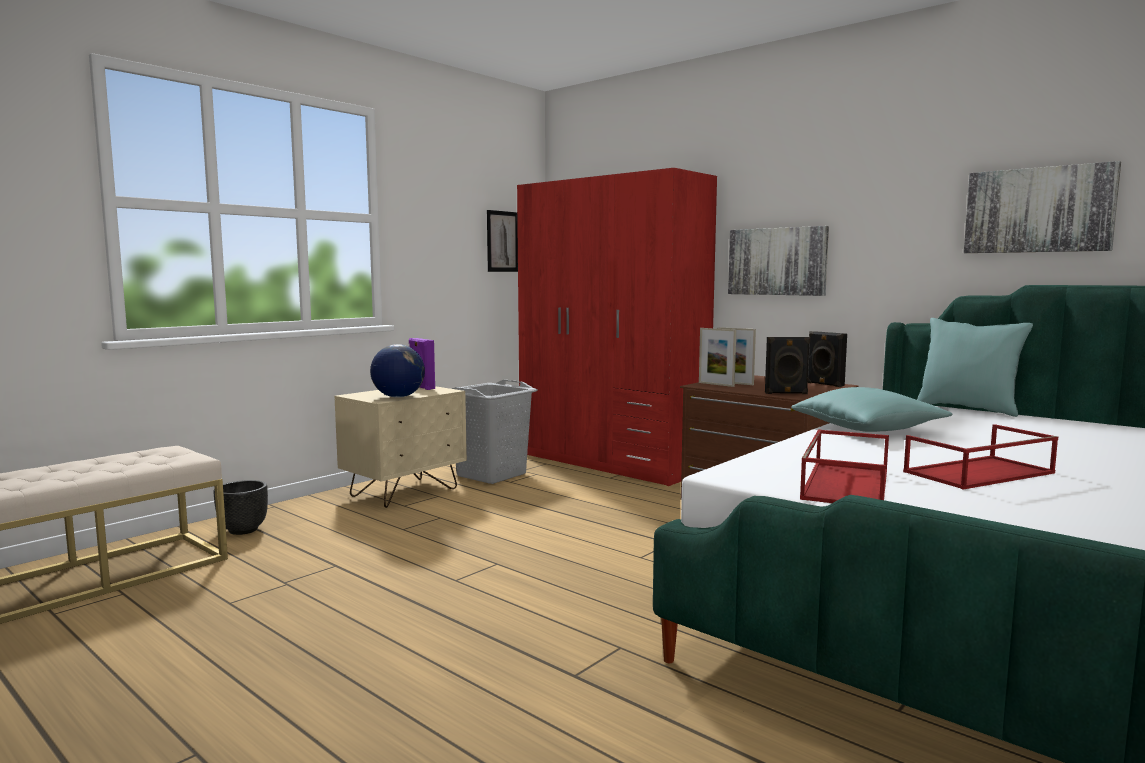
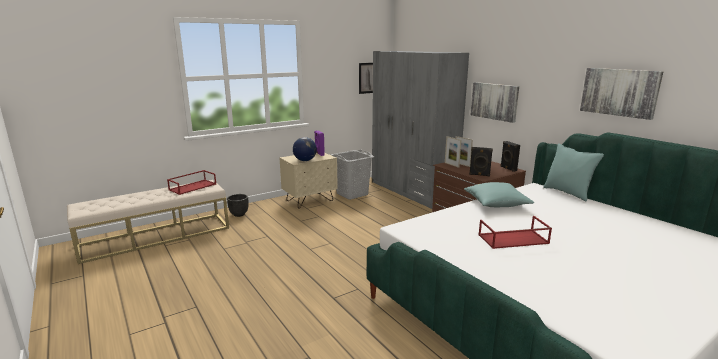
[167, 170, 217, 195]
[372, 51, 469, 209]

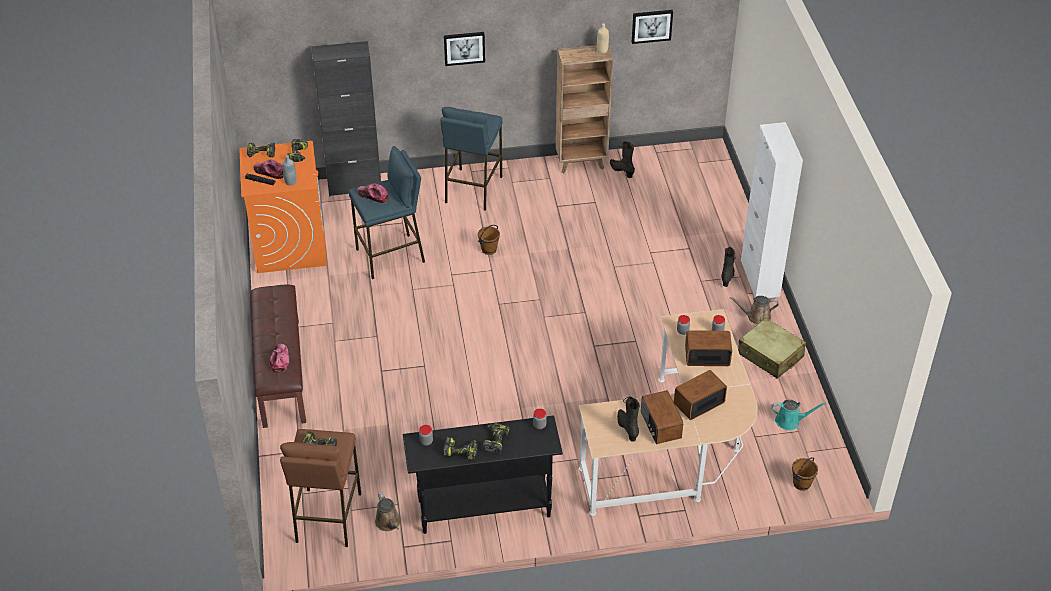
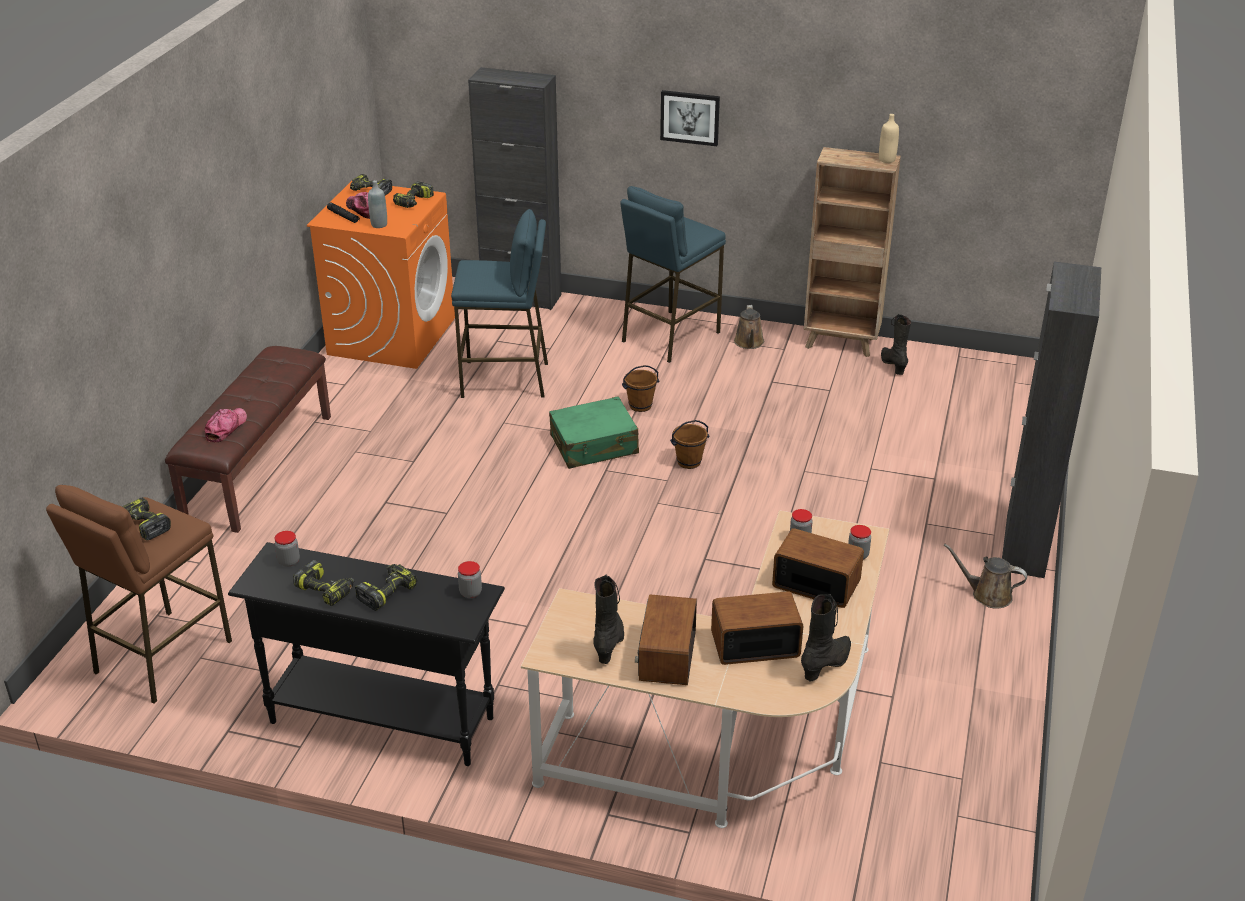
[358, 183, 389, 203] (first image)
[632, 10, 673, 44] (first image)
[738, 318, 806, 379] (first image)
[771, 400, 826, 431] (first image)
[549, 396, 639, 469]
[734, 305, 764, 349]
[801, 594, 851, 682]
[670, 420, 709, 469]
[1002, 262, 1101, 578]

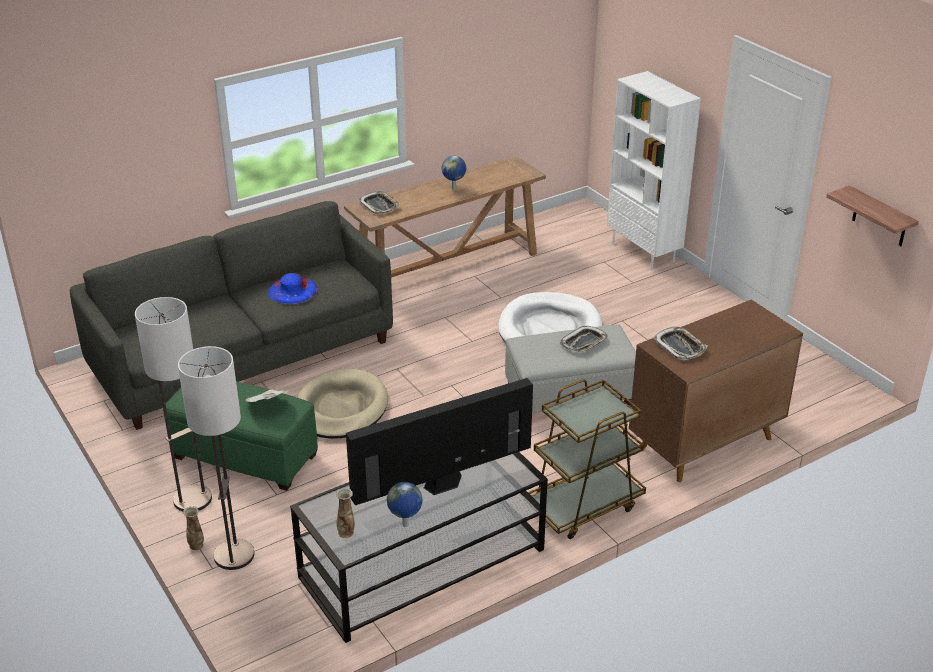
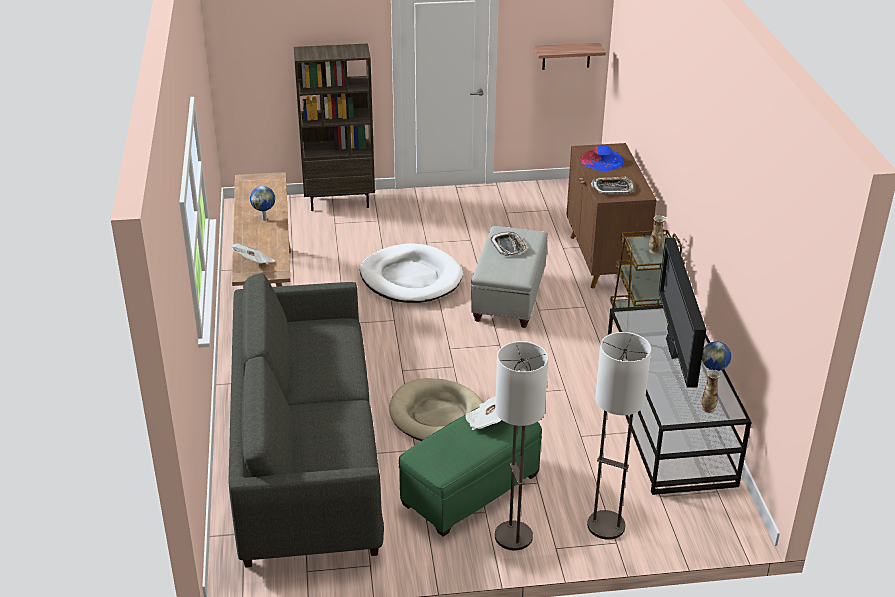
[649, 215, 666, 254]
[580, 145, 624, 171]
[231, 243, 275, 264]
[294, 43, 375, 211]

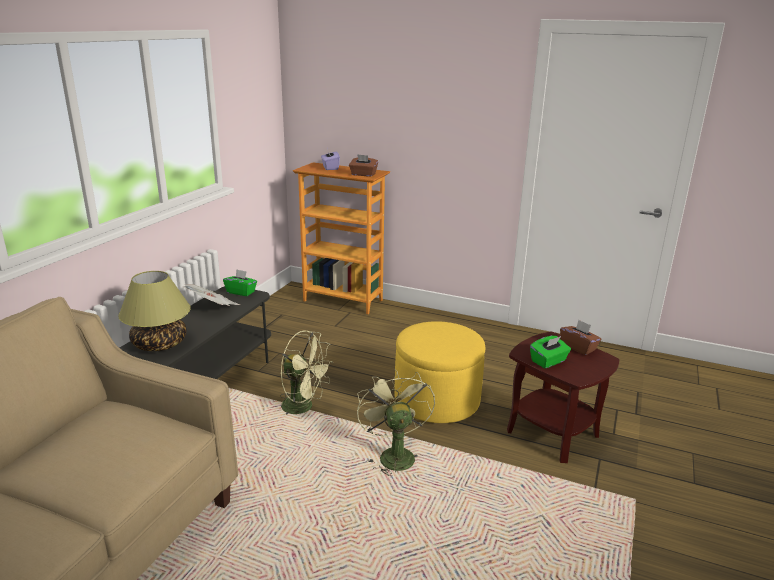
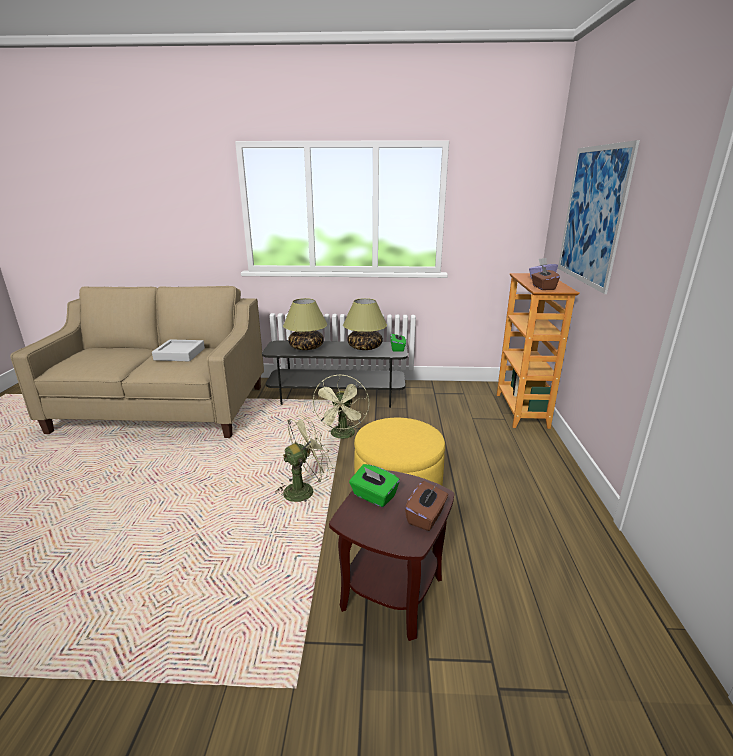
[152, 339, 205, 361]
[558, 140, 640, 294]
[343, 298, 387, 350]

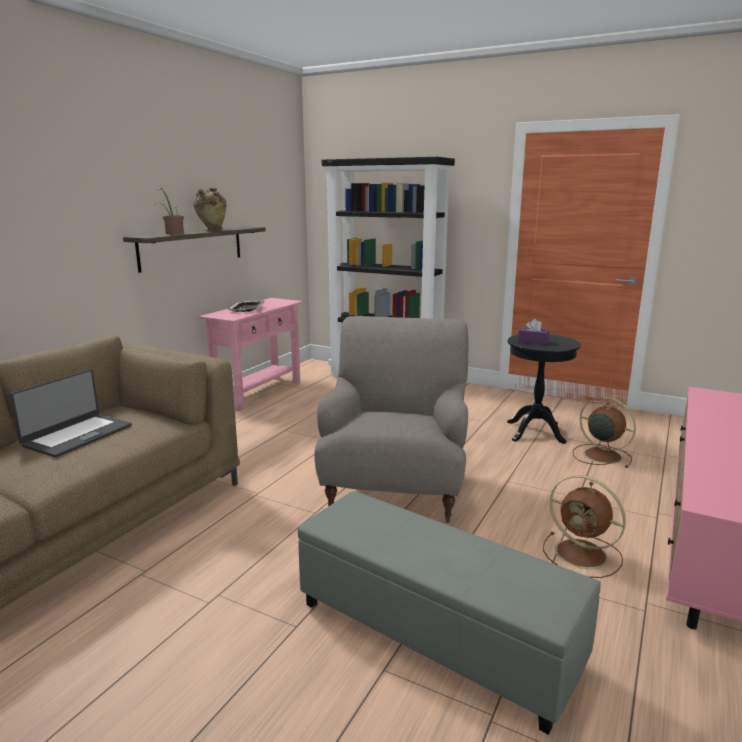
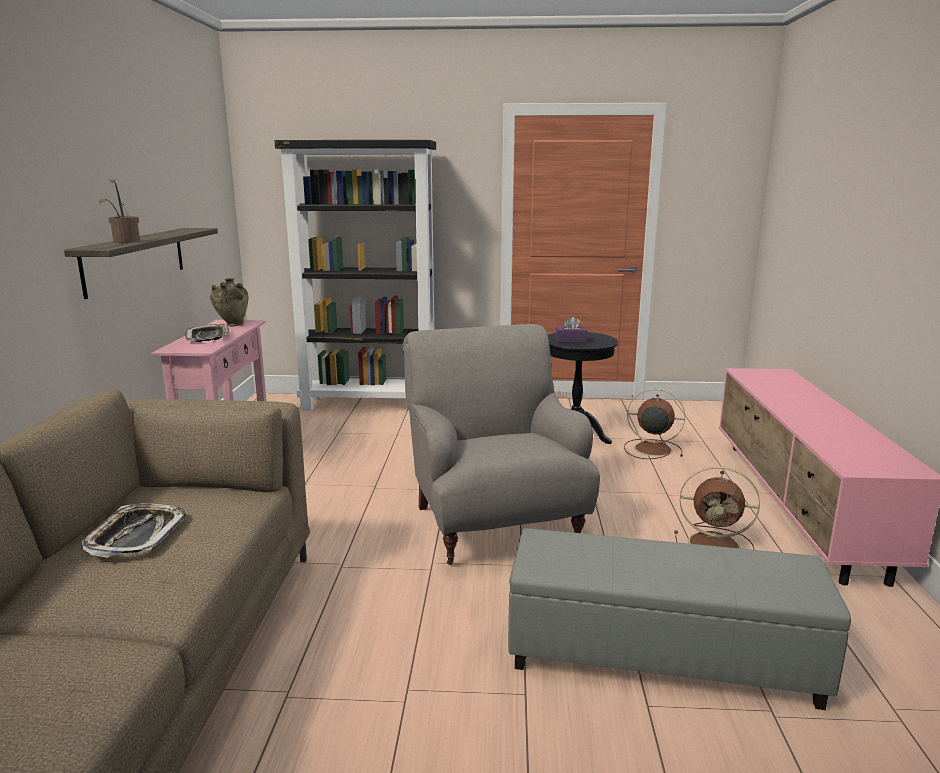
[210, 278, 248, 326]
[82, 503, 186, 558]

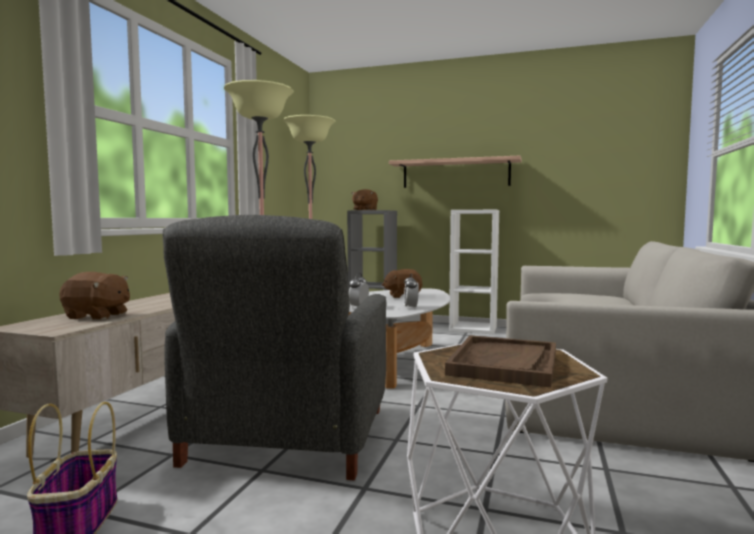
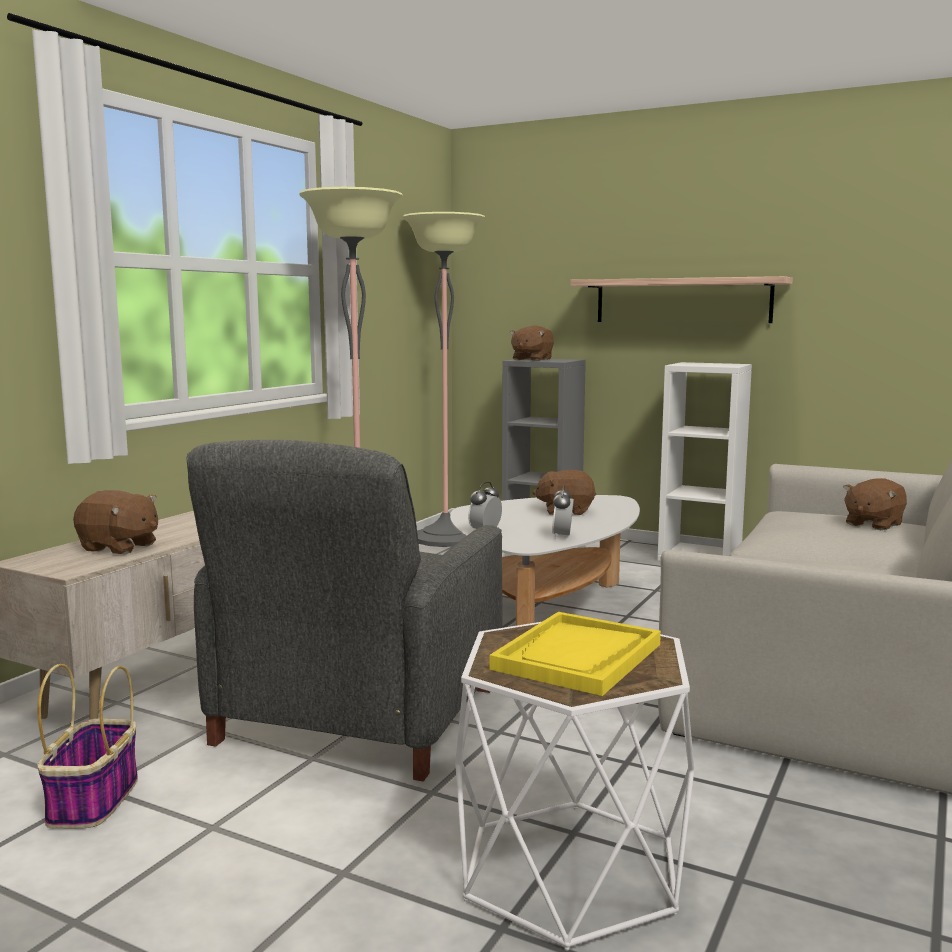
[843, 478, 907, 530]
[490, 612, 661, 696]

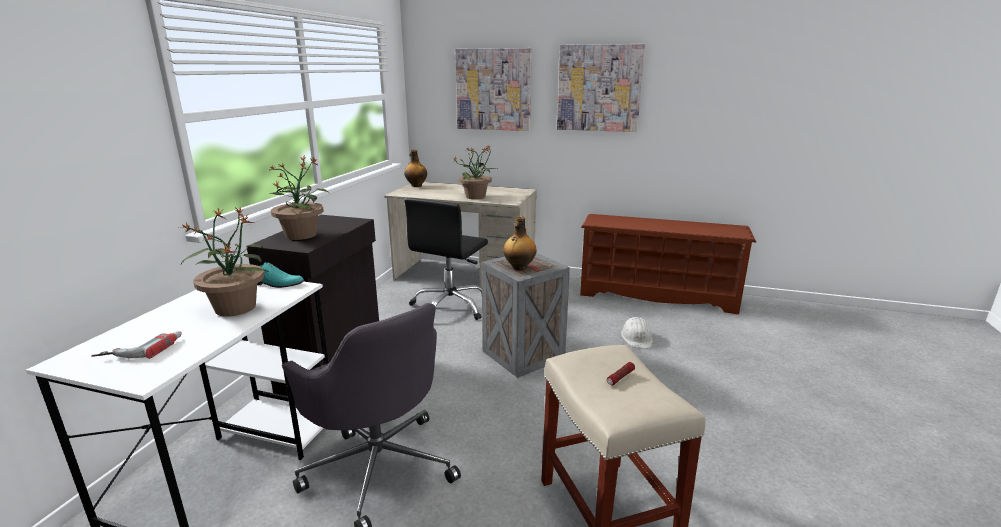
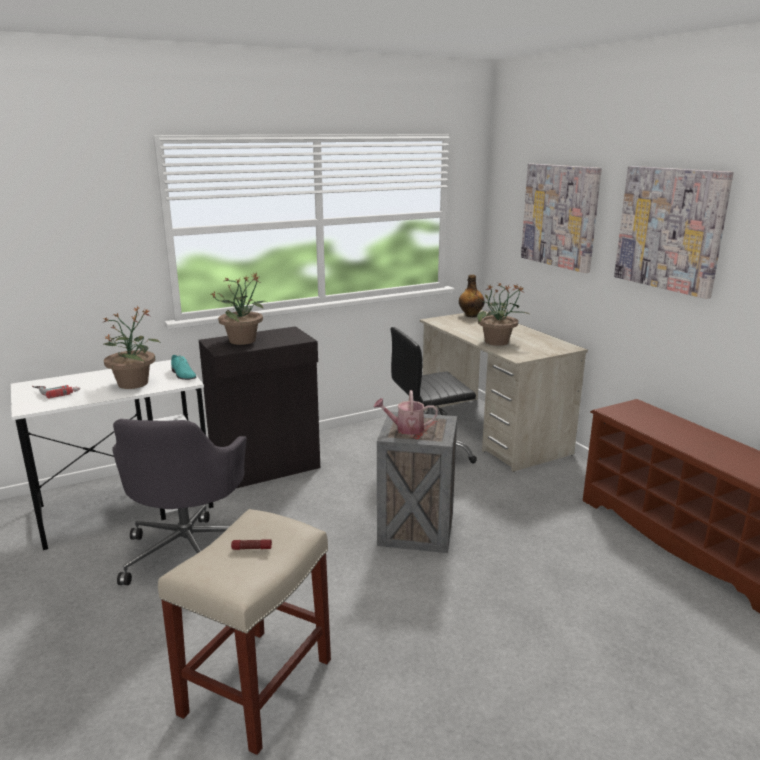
[621, 317, 653, 348] (first image)
[374, 390, 438, 435]

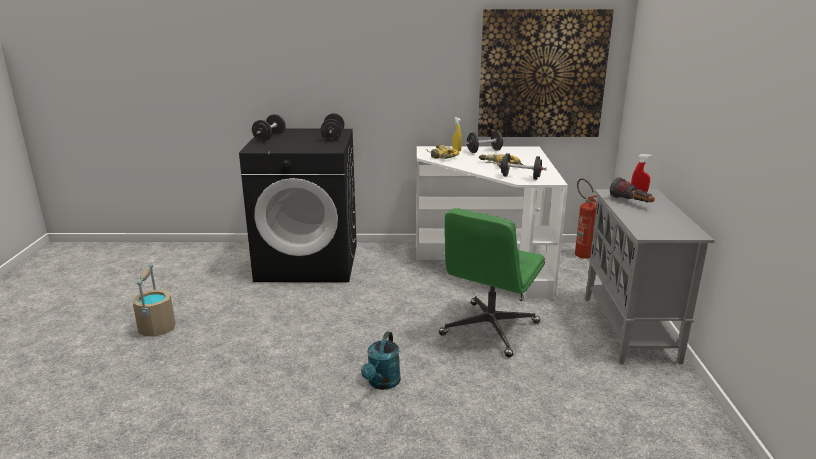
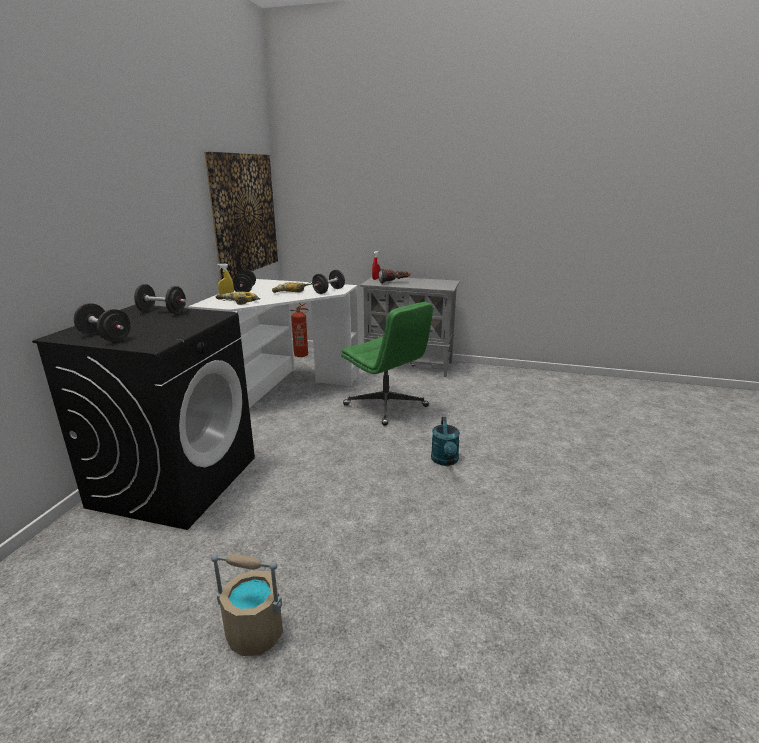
[431, 417, 460, 466]

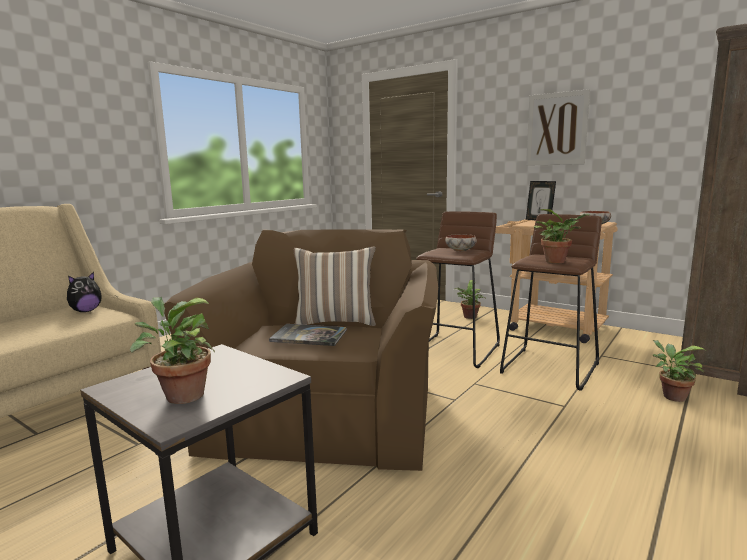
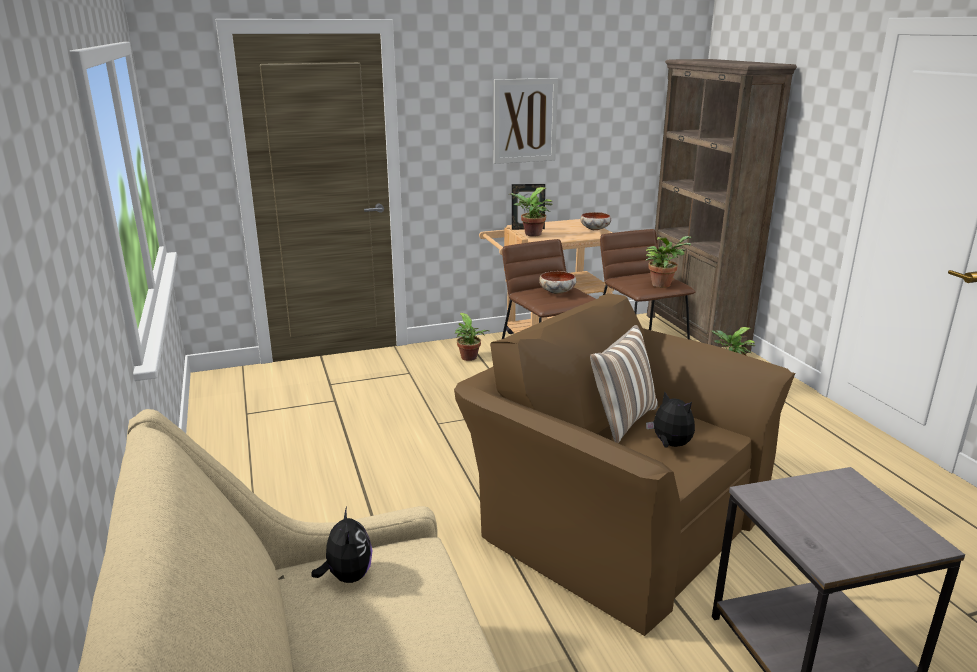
[508, 187, 553, 236]
[646, 392, 695, 448]

